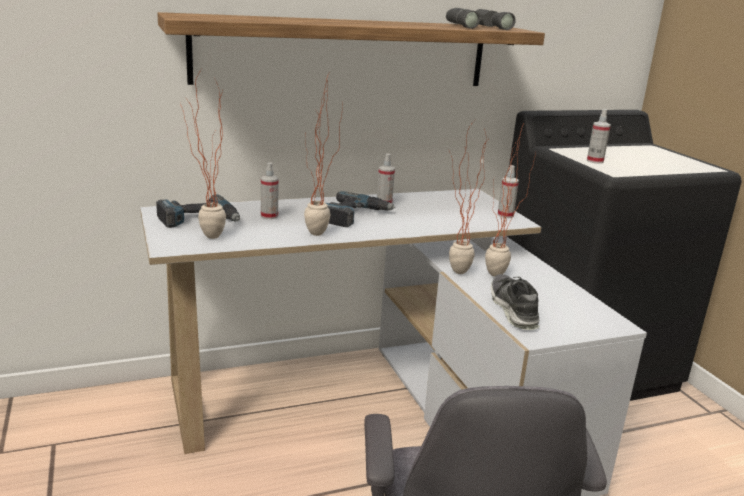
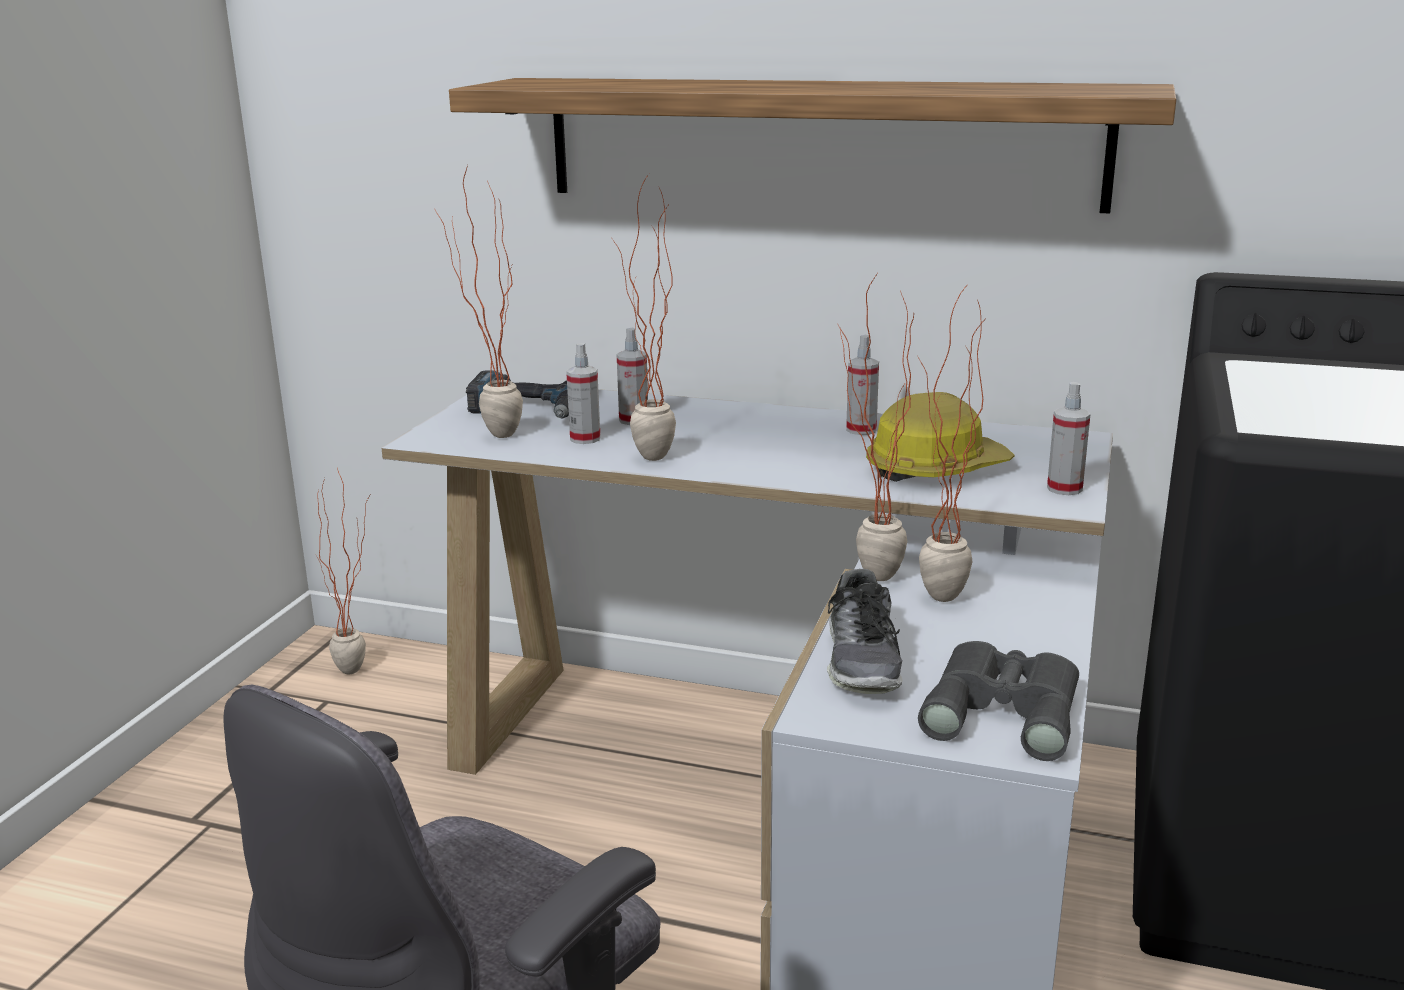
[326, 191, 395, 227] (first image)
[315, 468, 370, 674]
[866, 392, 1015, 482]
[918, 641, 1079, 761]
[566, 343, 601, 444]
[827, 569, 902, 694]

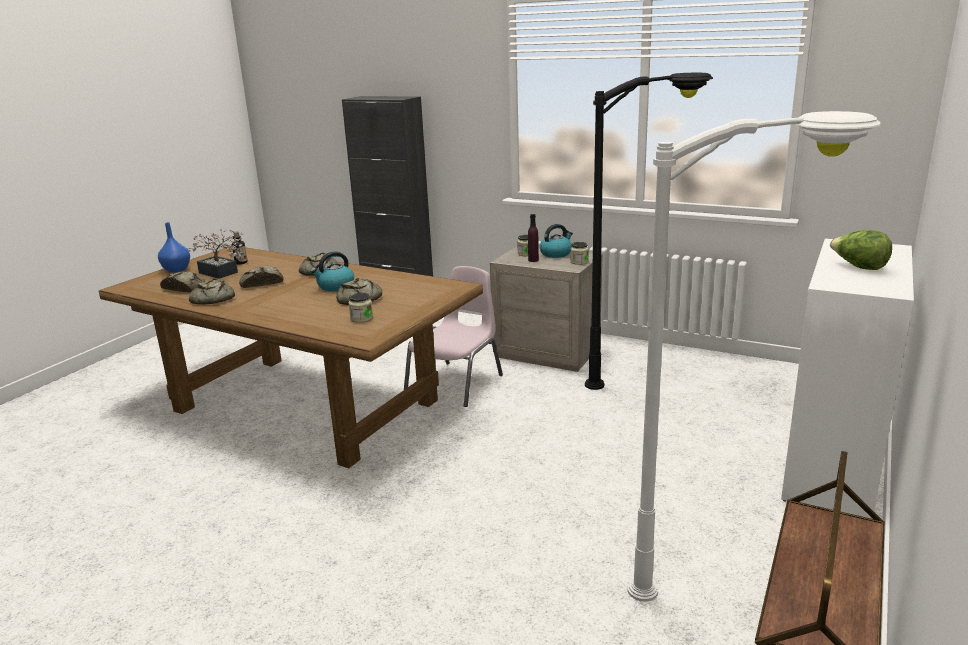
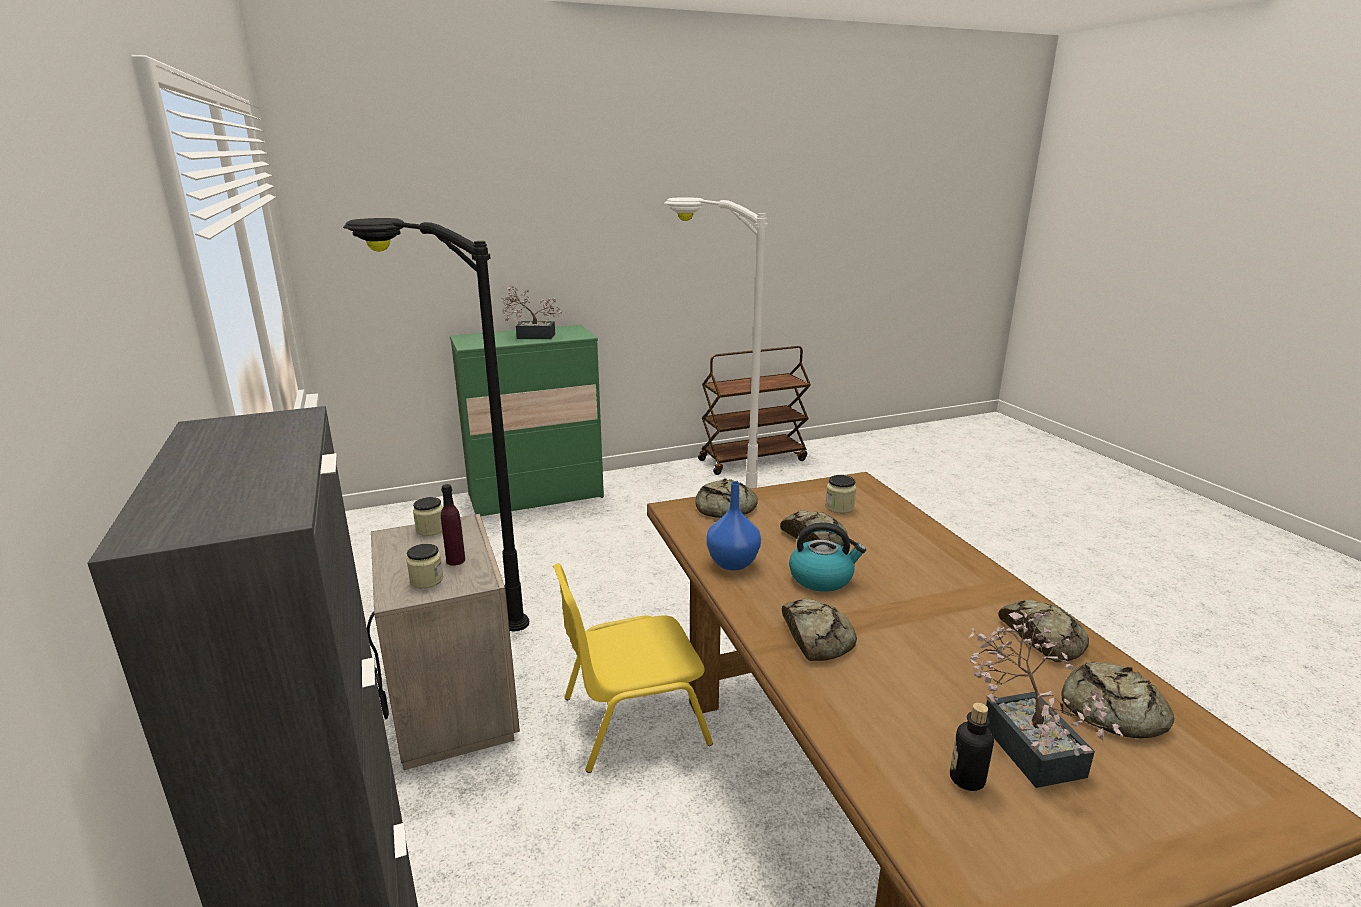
[540, 224, 573, 258] (first image)
[706, 482, 761, 571]
[696, 478, 758, 518]
[501, 286, 562, 339]
[553, 563, 713, 773]
[450, 325, 604, 516]

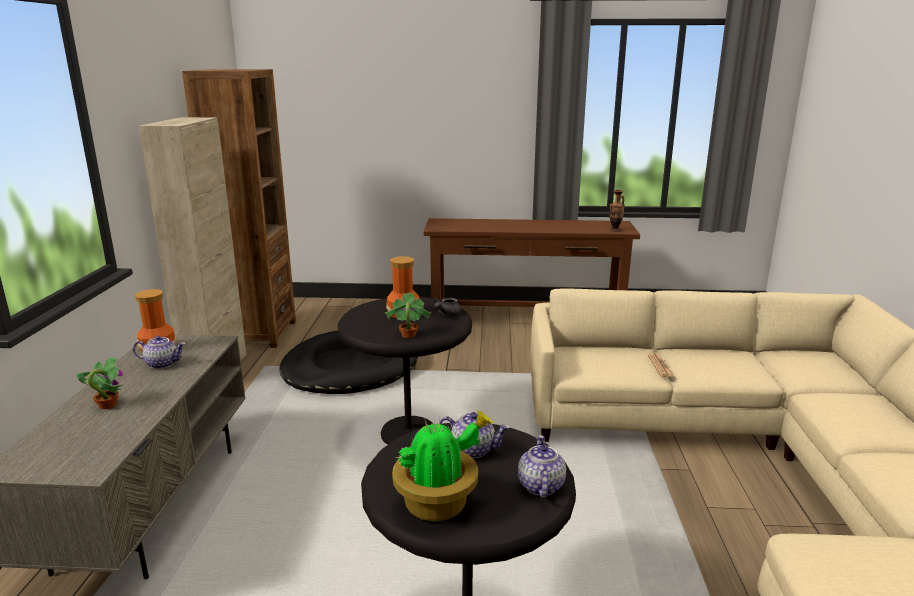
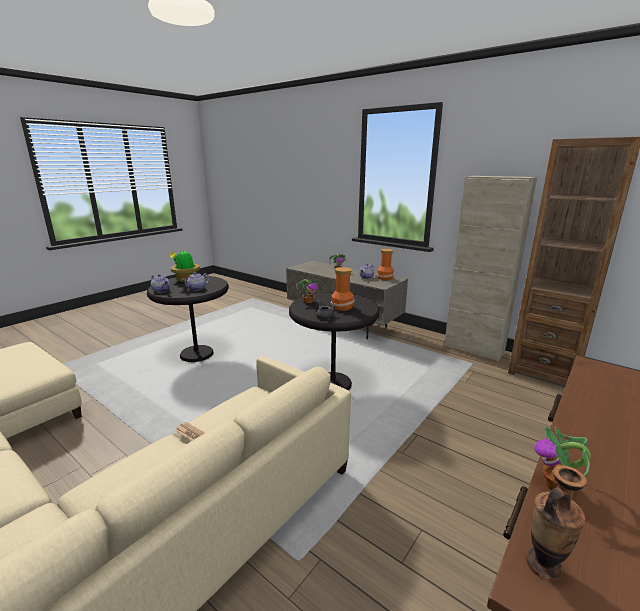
[279, 331, 418, 394] (first image)
[534, 426, 591, 490]

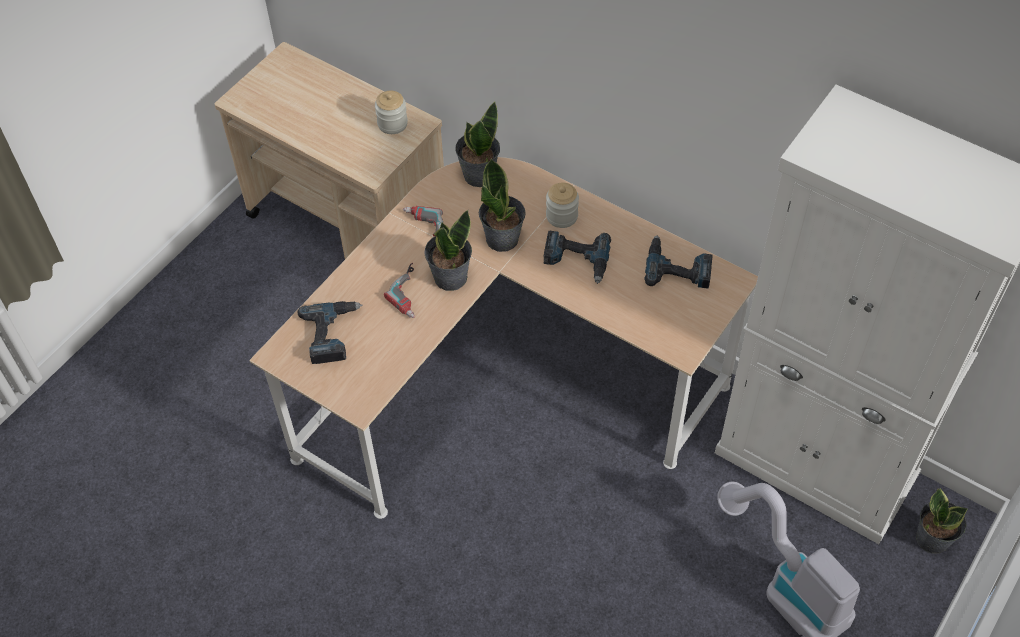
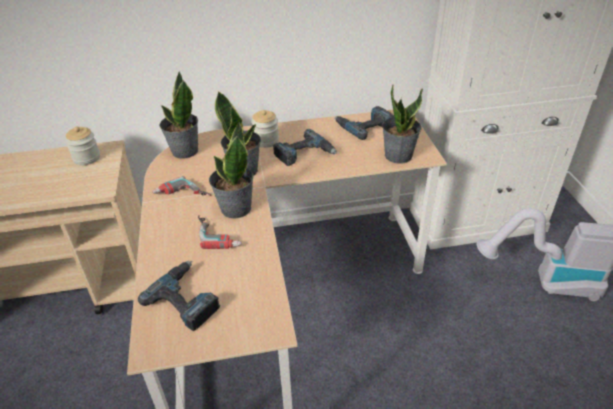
[382, 84, 423, 164]

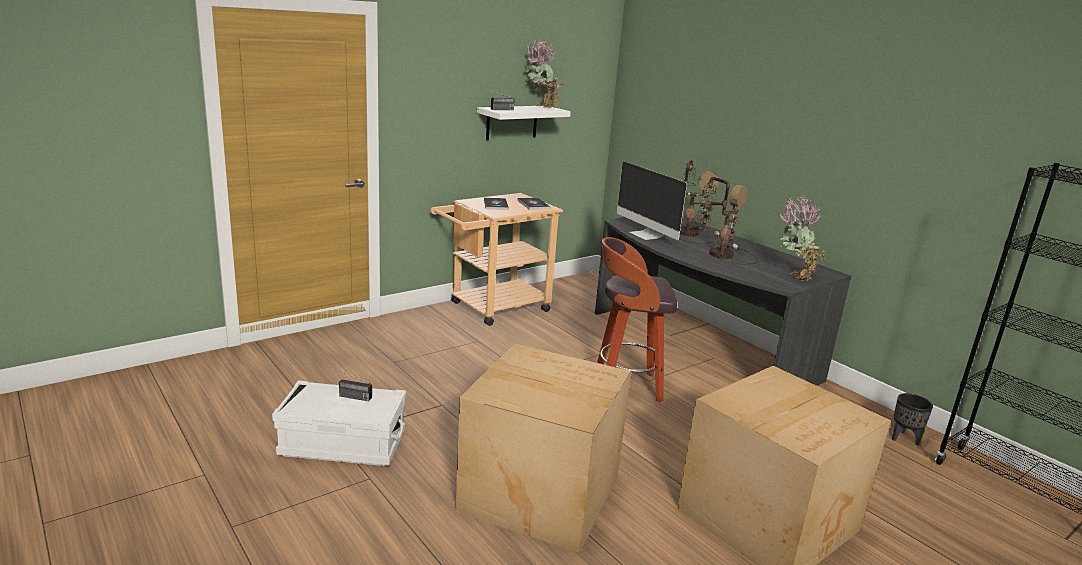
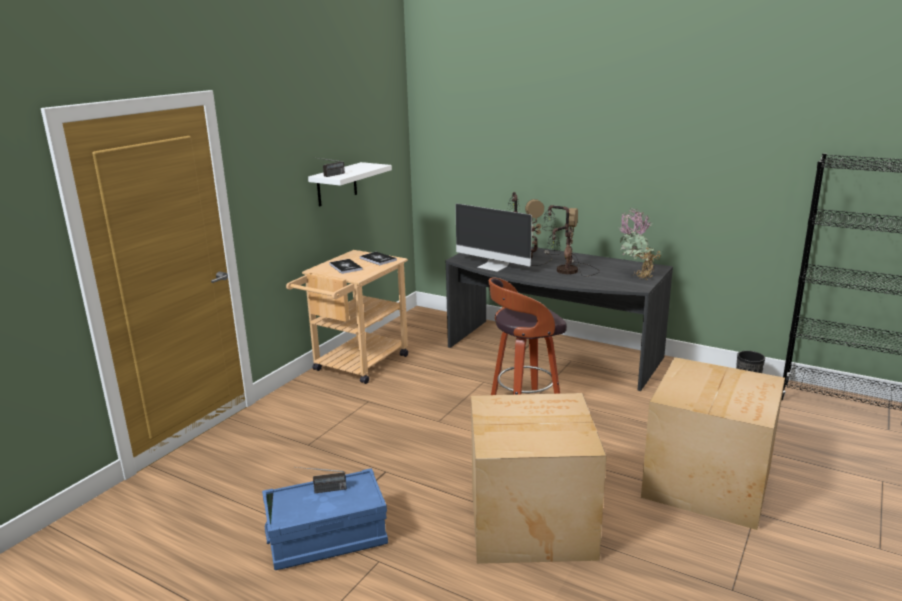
[524, 38, 565, 109] (first image)
[262, 468, 388, 570]

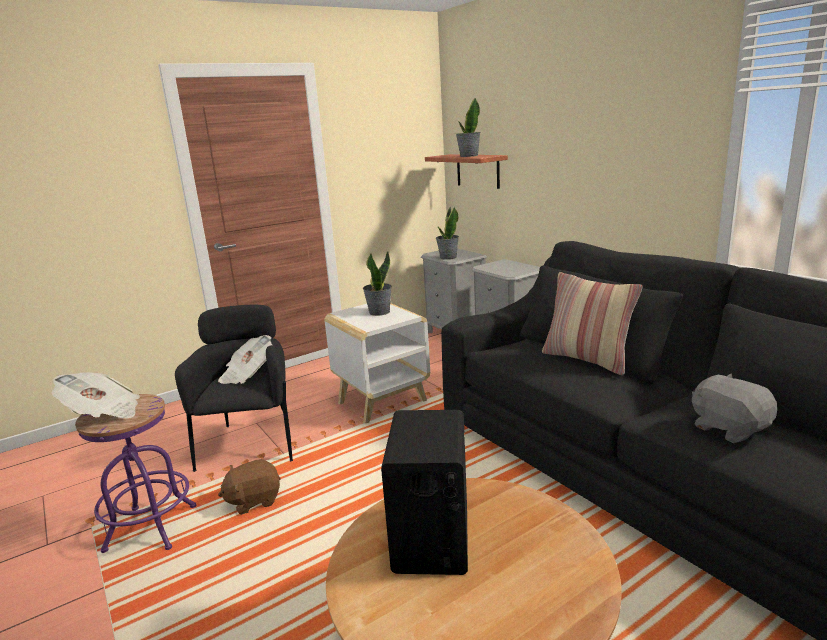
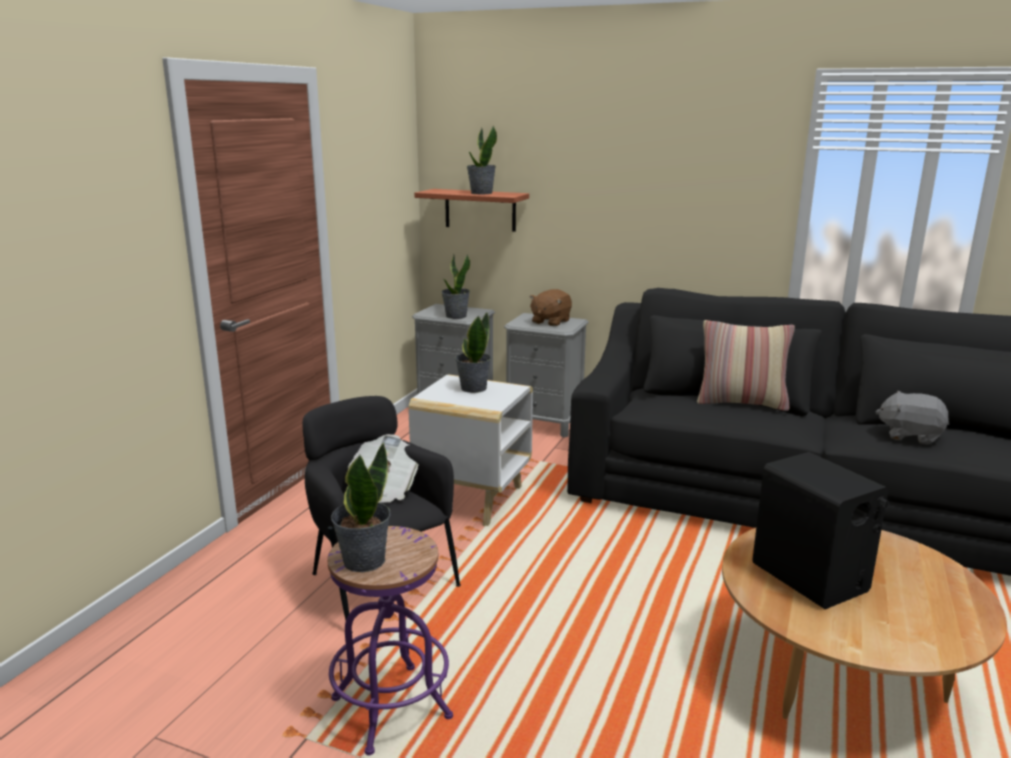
[529, 289, 572, 326]
[331, 443, 391, 572]

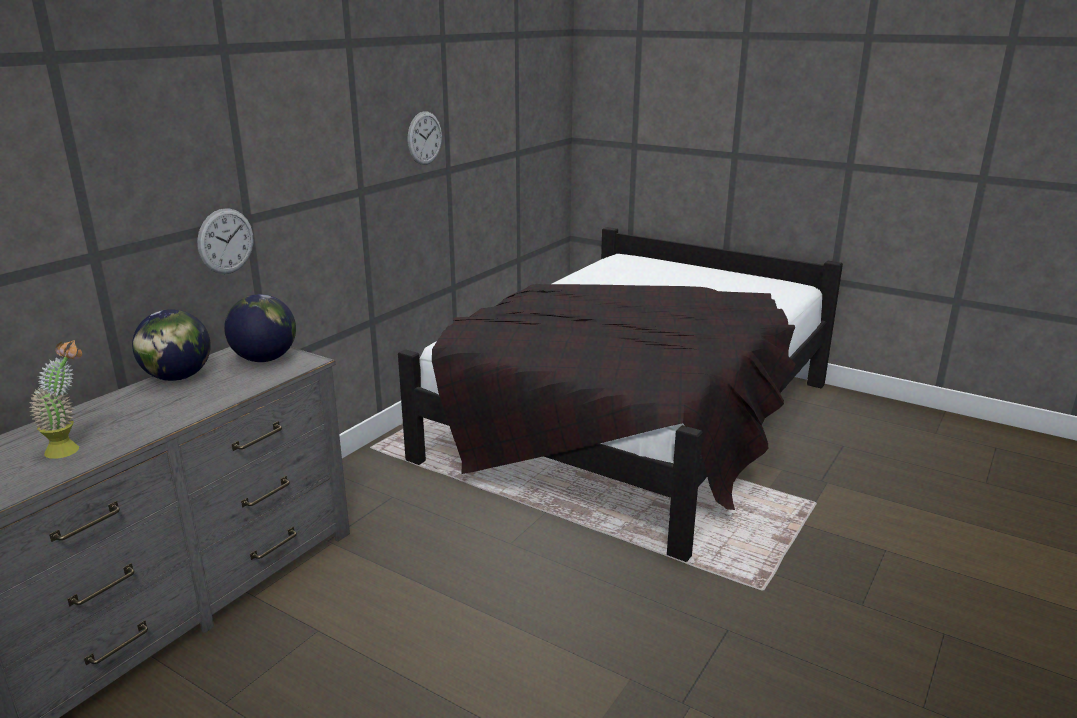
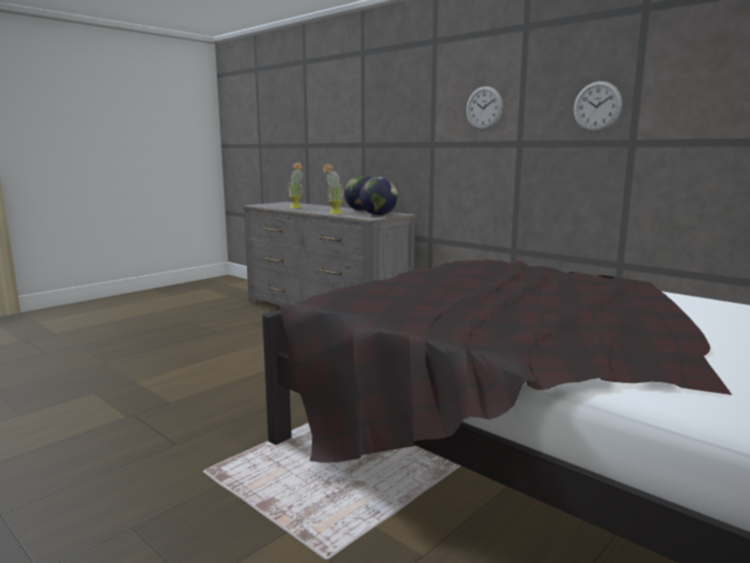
[322, 163, 343, 214]
[466, 86, 503, 130]

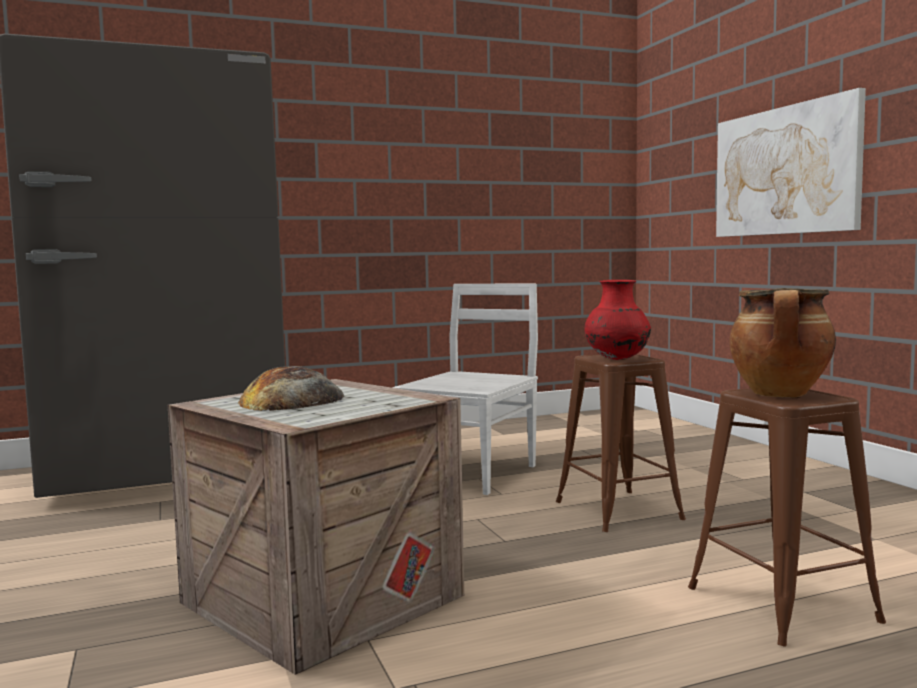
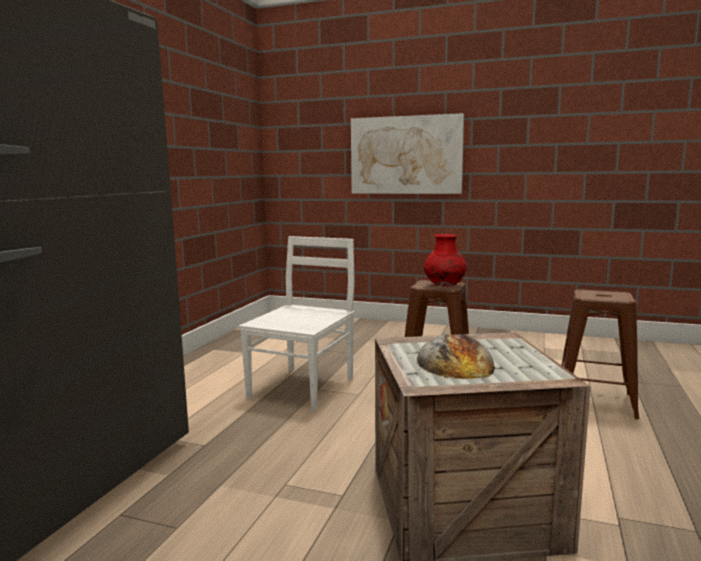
[729, 288, 836, 397] (first image)
[239, 236, 355, 411]

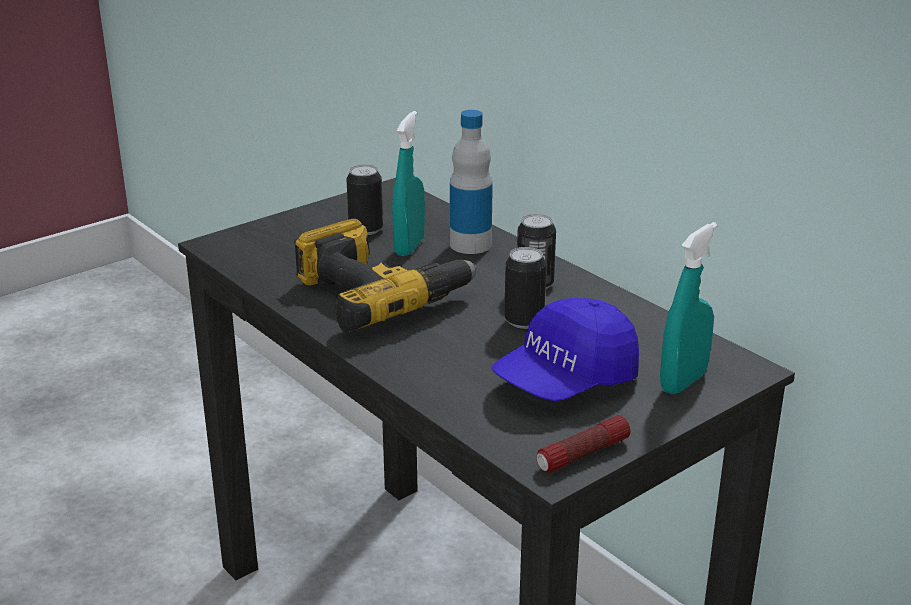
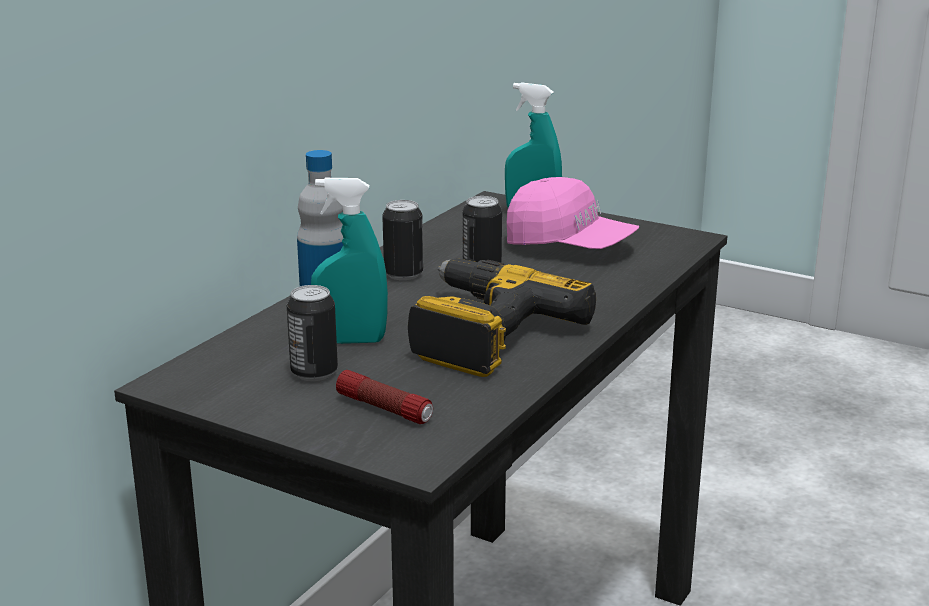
[336, 370, 433, 424]
[507, 177, 639, 249]

